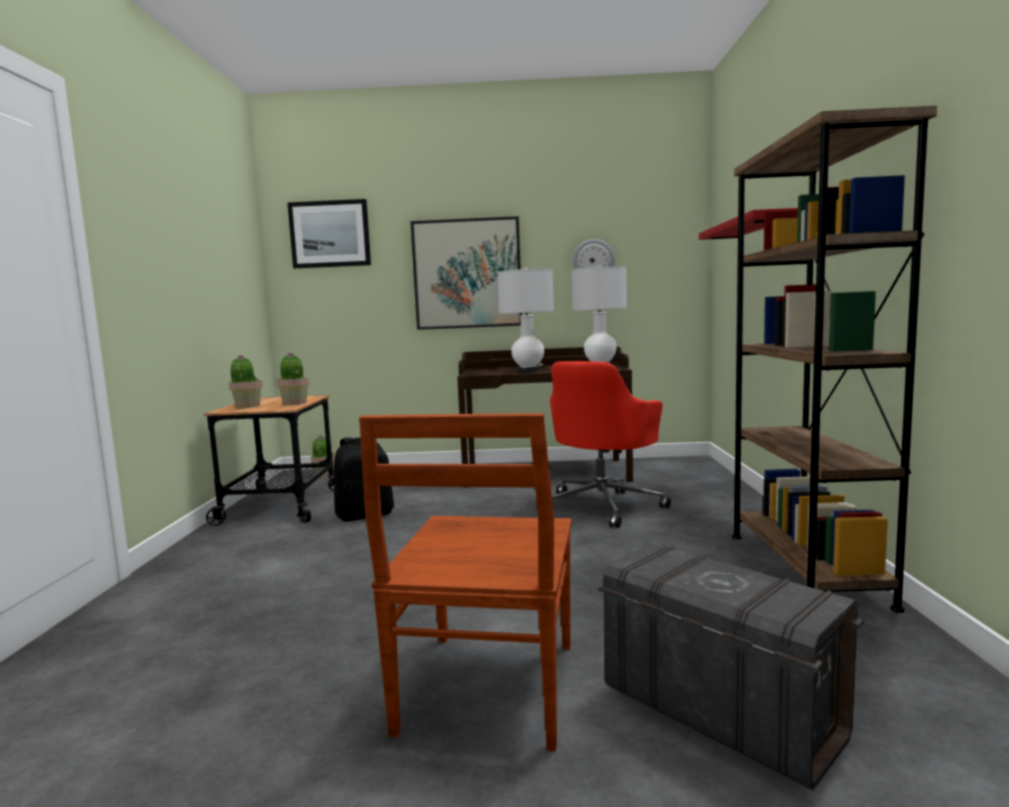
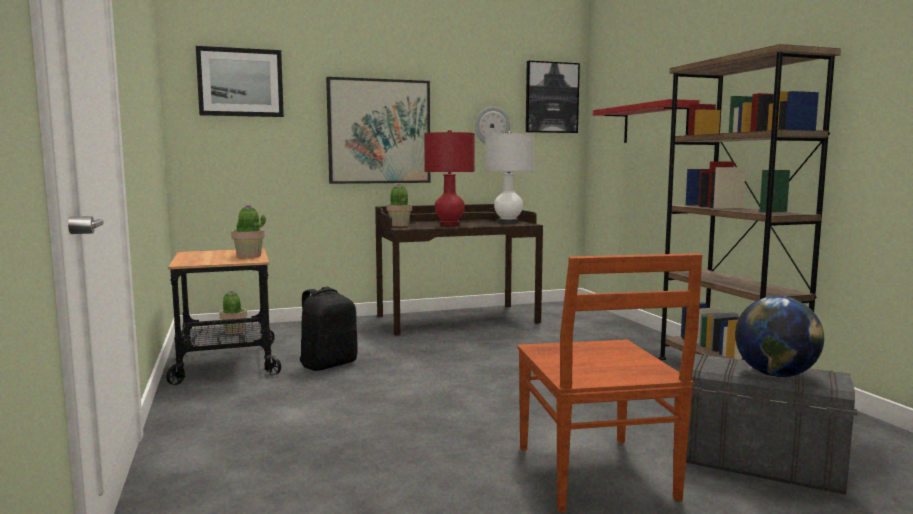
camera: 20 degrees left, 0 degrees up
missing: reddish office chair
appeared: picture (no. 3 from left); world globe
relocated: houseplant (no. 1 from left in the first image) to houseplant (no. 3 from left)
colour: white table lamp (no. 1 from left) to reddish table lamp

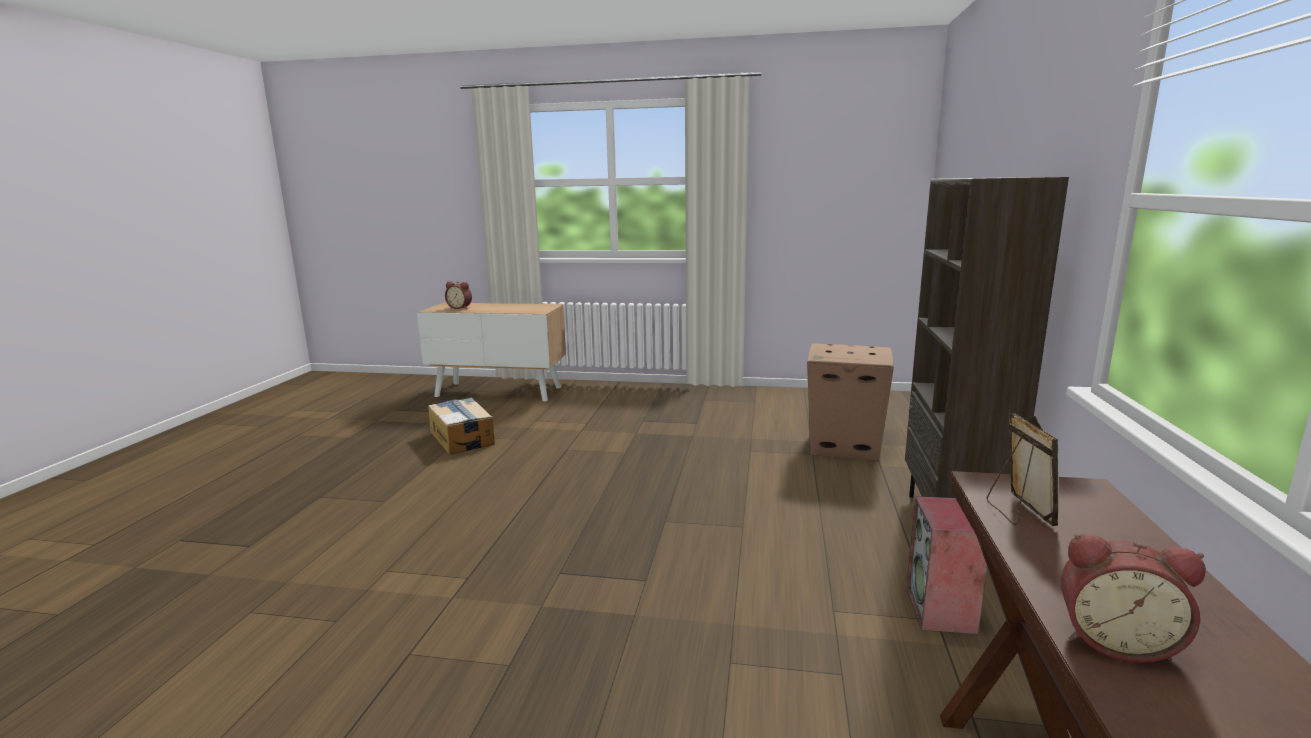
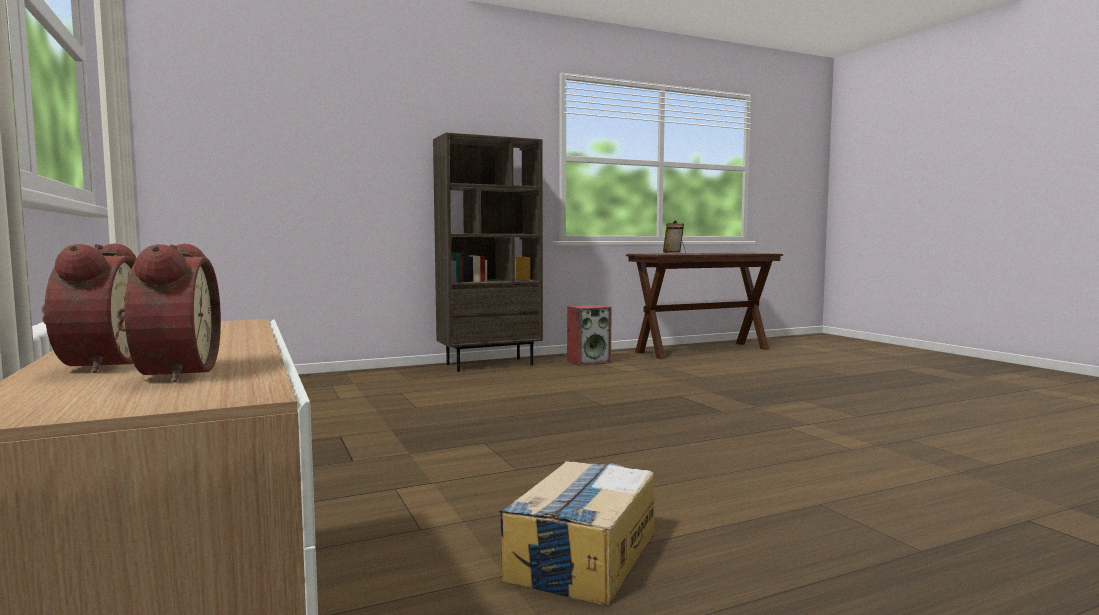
camera: 125 degrees left, 10 degrees down
missing: packing box (no. 2 from left)
relocated: alarm clock (no. 2 from left in the first image) to alarm clock (no. 1 from left)

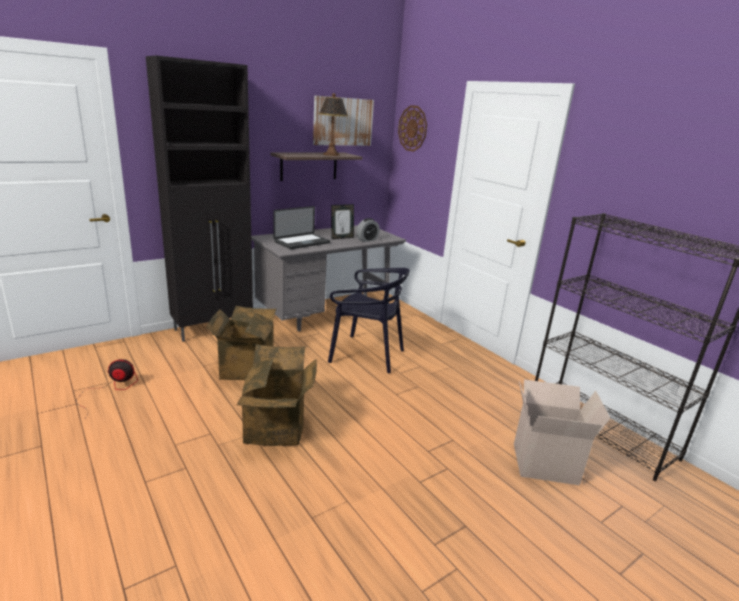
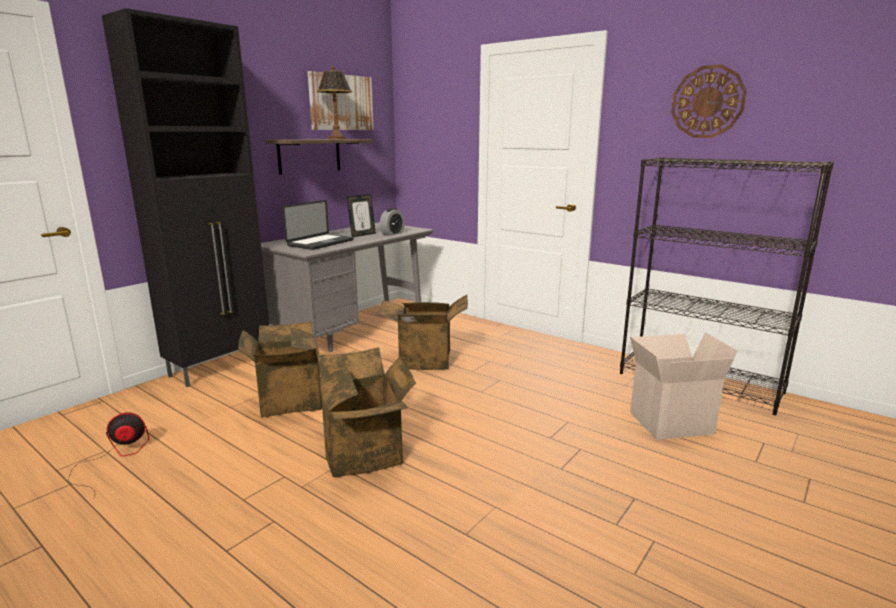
camera: 15 degrees left, 5 degrees down
relocated: hanging clock
exchanged: black plain chair to packing box (no. 3 from left)

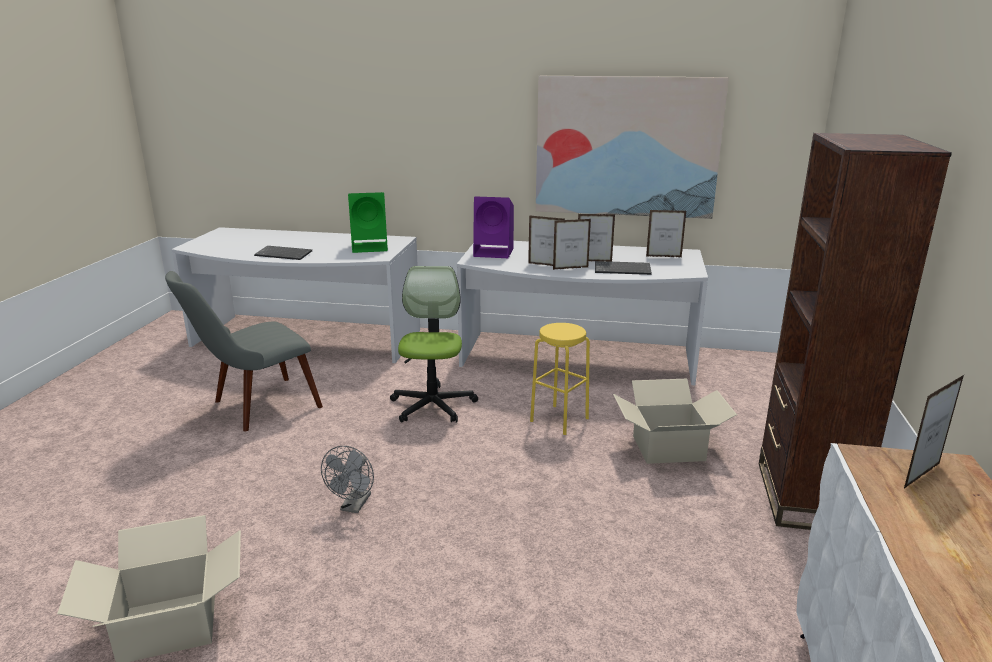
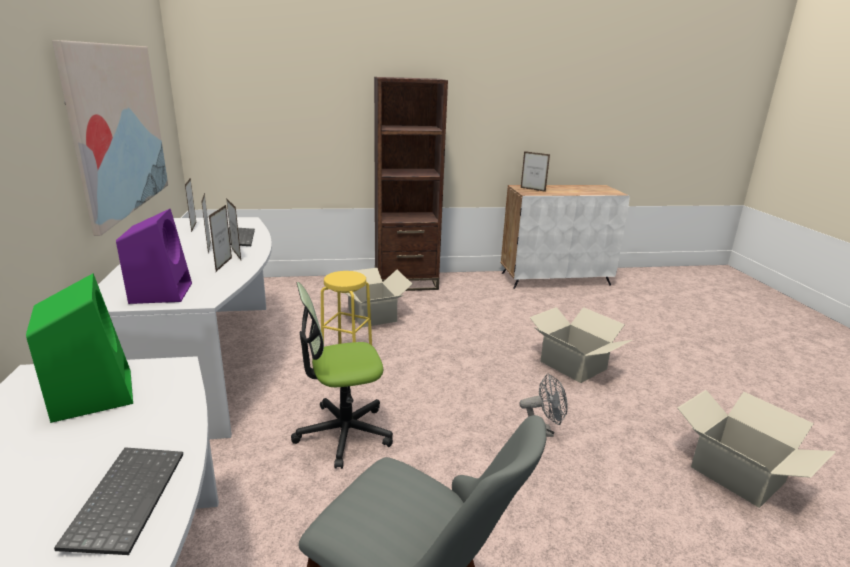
camera: 110 degrees left, 0 degrees up
appeared: packing box (no. 2 from left)

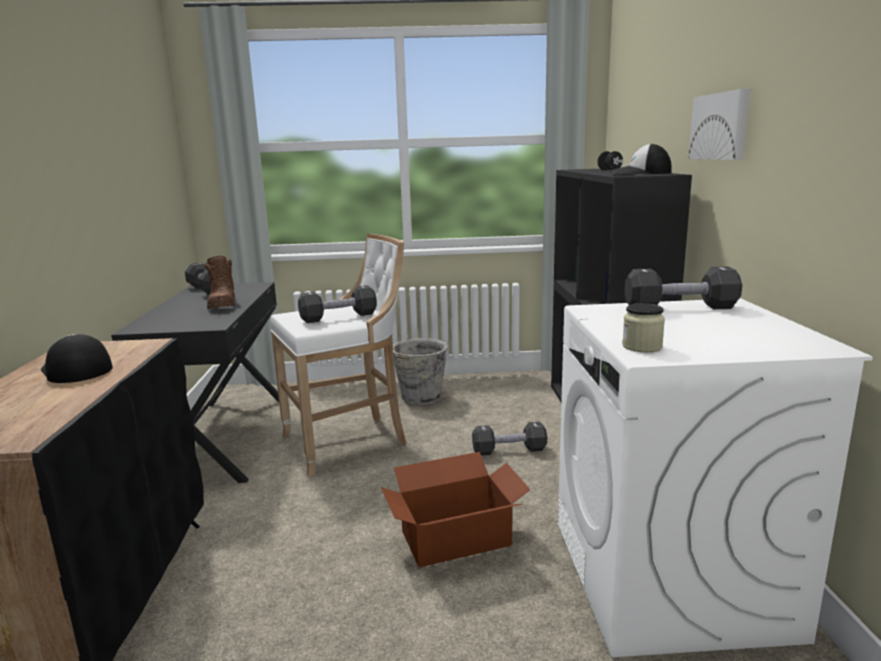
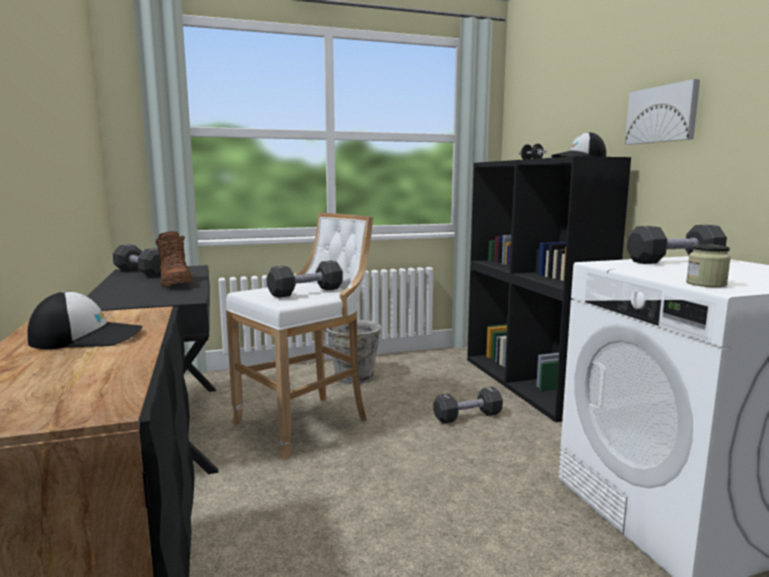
camera: 15 degrees left, 5 degrees down
missing: packing box
spun: baseball cap (no. 1 from left) 135 degrees clockwise

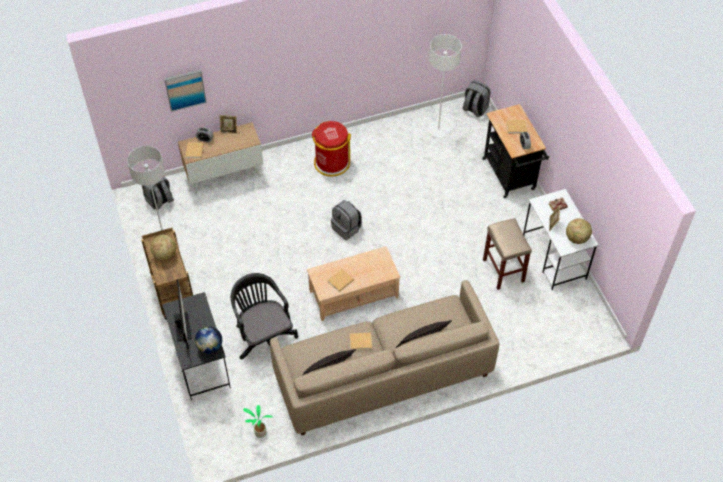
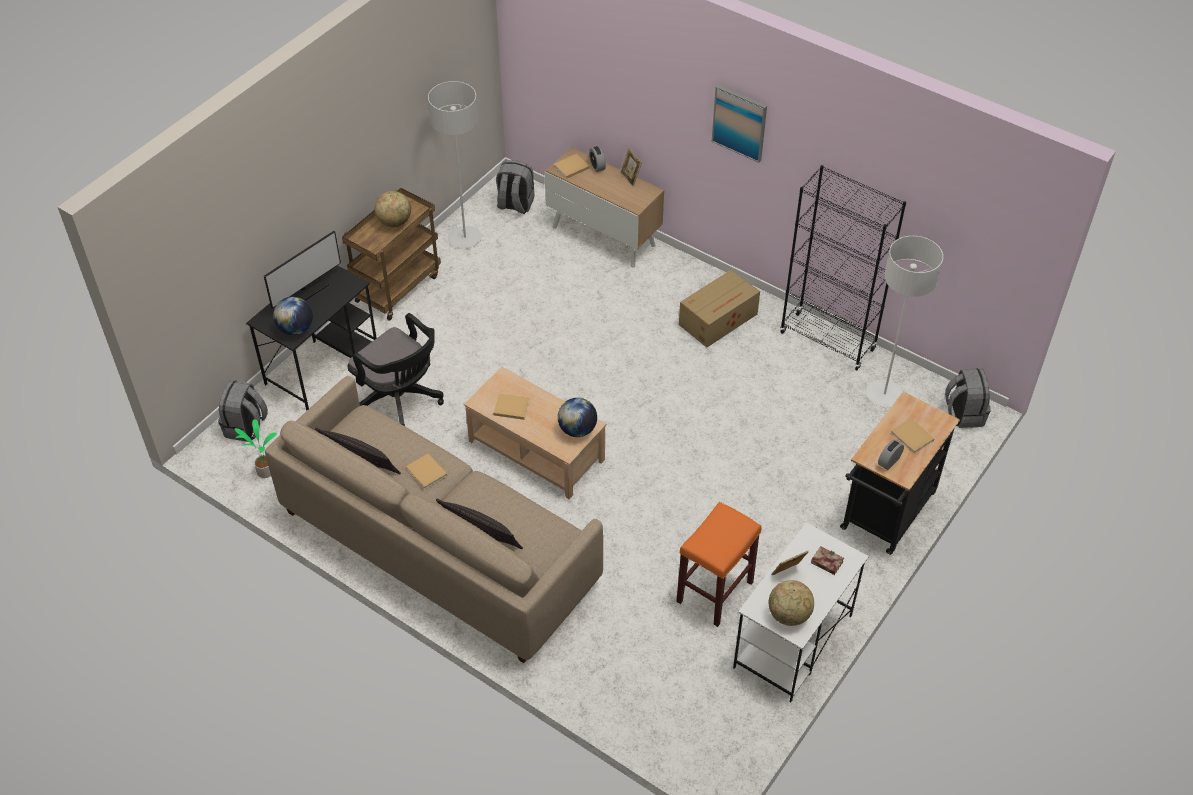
camera: 55 degrees right, 5 degrees down
appeared: world globe (no. 3 from left); black bookshelf
relocated: picture; grey rucksack (no. 2 from left in the first image) to grey rucksack (no. 1 from left)
exchanged: reddish waste bin to packing box
colour: beige sitting stool to orangey sitting stool
spun: black office chair 105 degrees clockwise

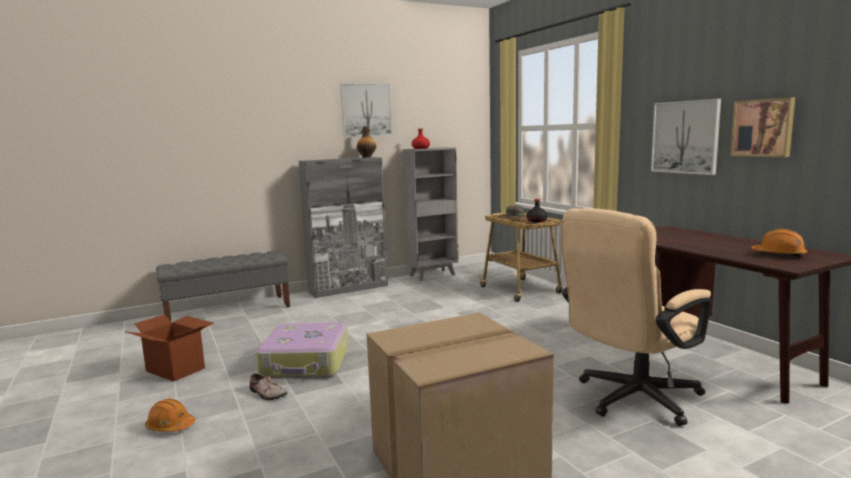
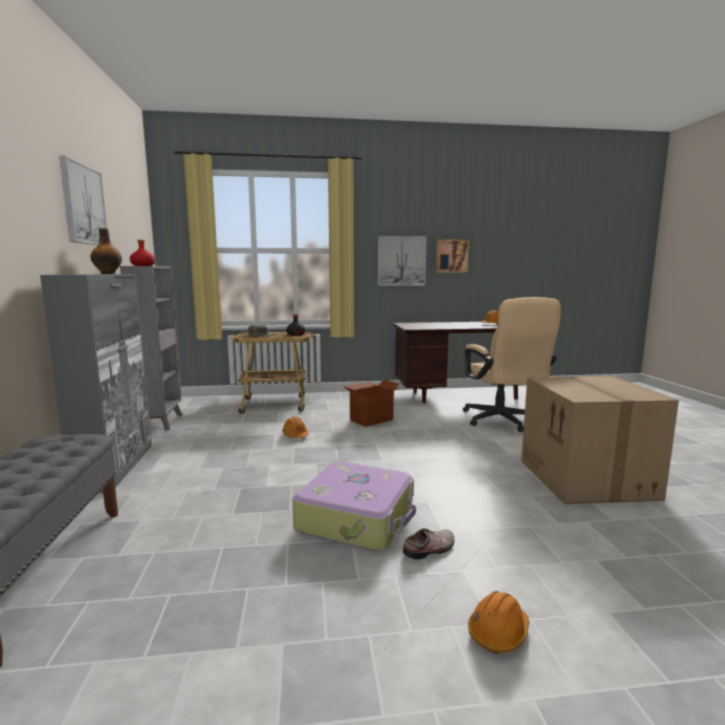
camera: 70 degrees left, 0 degrees up
appeared: orangey hard hat (no. 1 from left)
relocated: packing box (no. 1 from left)

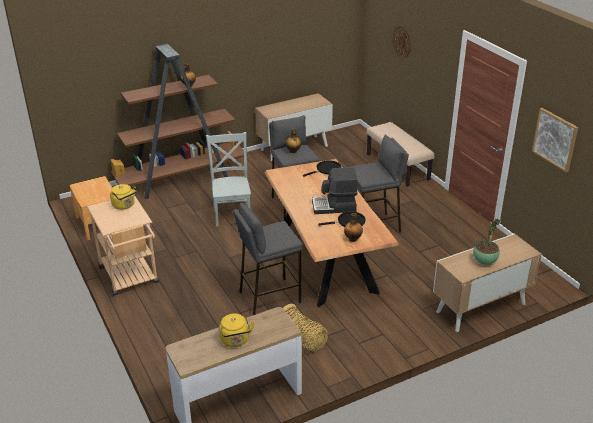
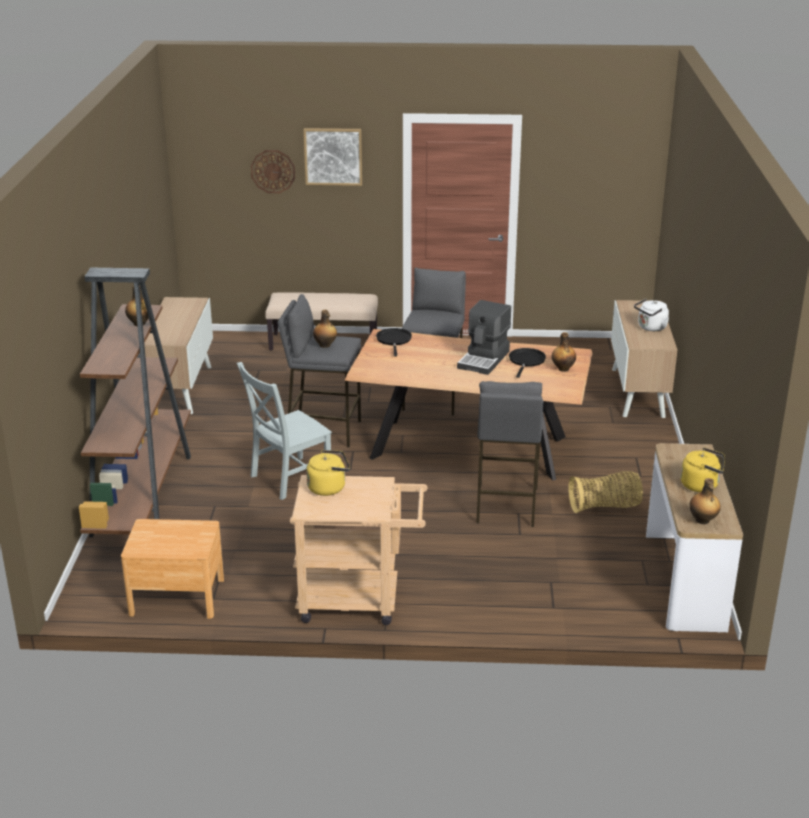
camera: 60 degrees left, 5 degrees down
appeared: bottle (no. 4 from left)
relocated: picture
exchanged: houseplant to white kettle
spun: grey plain chair 60 degrees counterclockwise

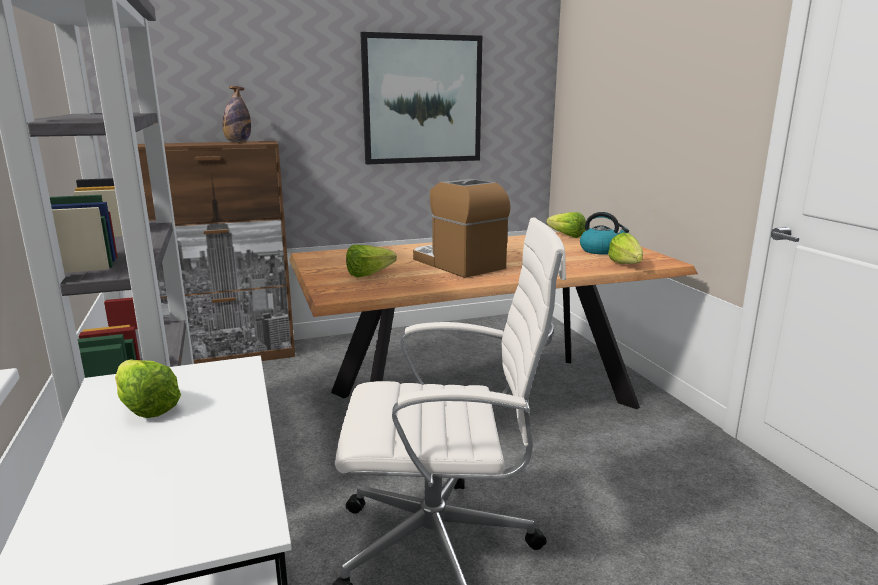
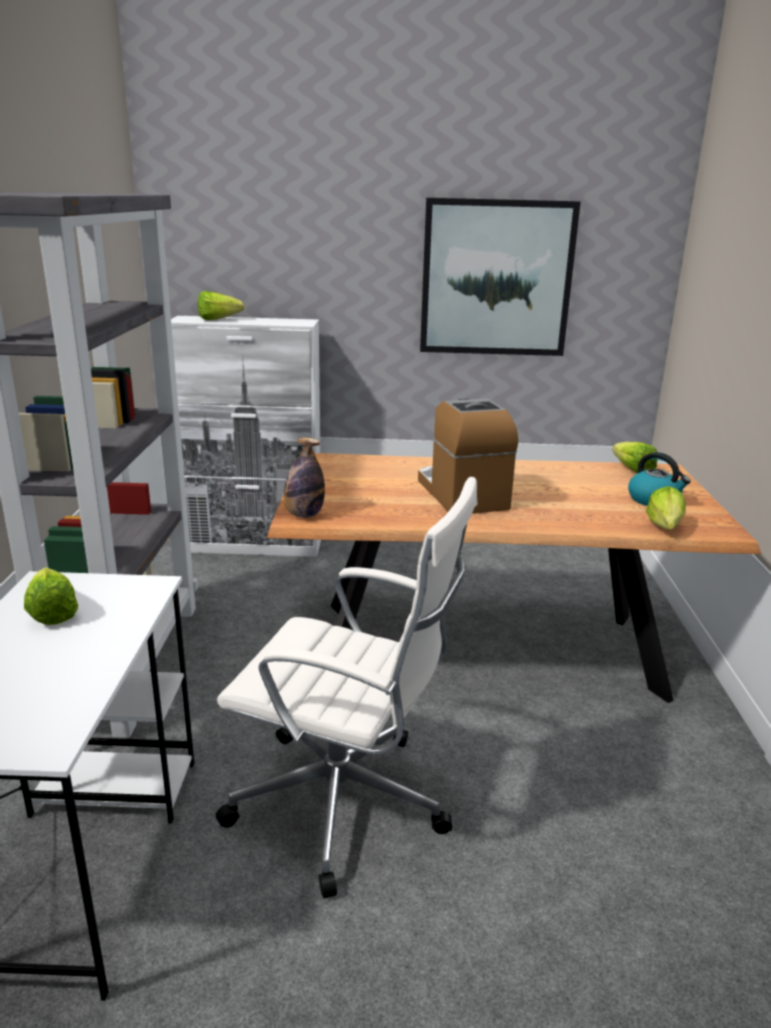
camera: 20 degrees right, 5 degrees up
relocated: bottle; head of lettuce (no. 2 from left)
colour: brown-coloured cabinet to white cabinet

